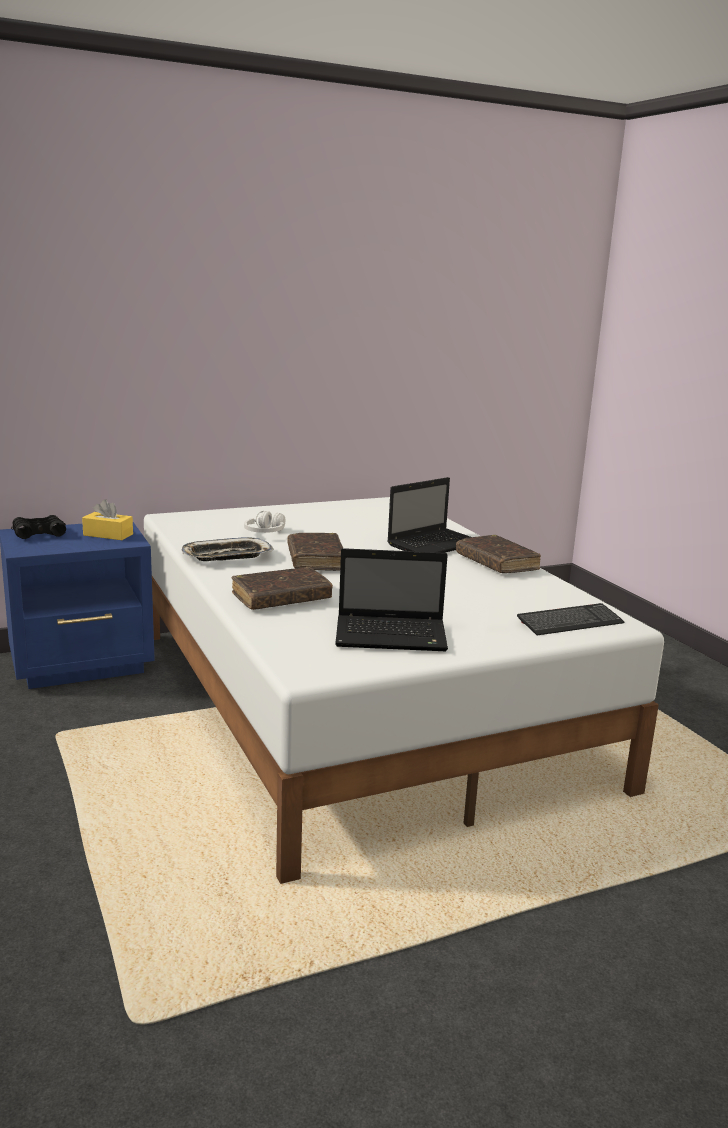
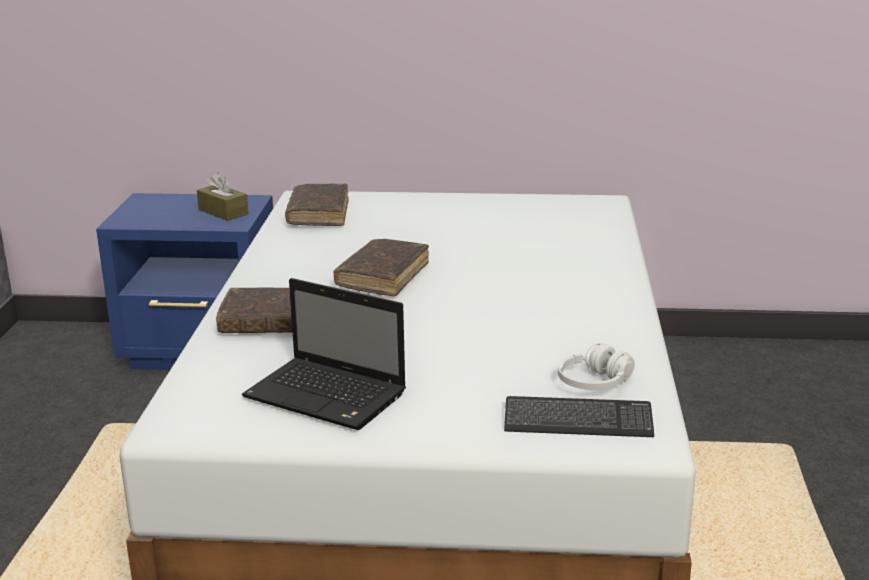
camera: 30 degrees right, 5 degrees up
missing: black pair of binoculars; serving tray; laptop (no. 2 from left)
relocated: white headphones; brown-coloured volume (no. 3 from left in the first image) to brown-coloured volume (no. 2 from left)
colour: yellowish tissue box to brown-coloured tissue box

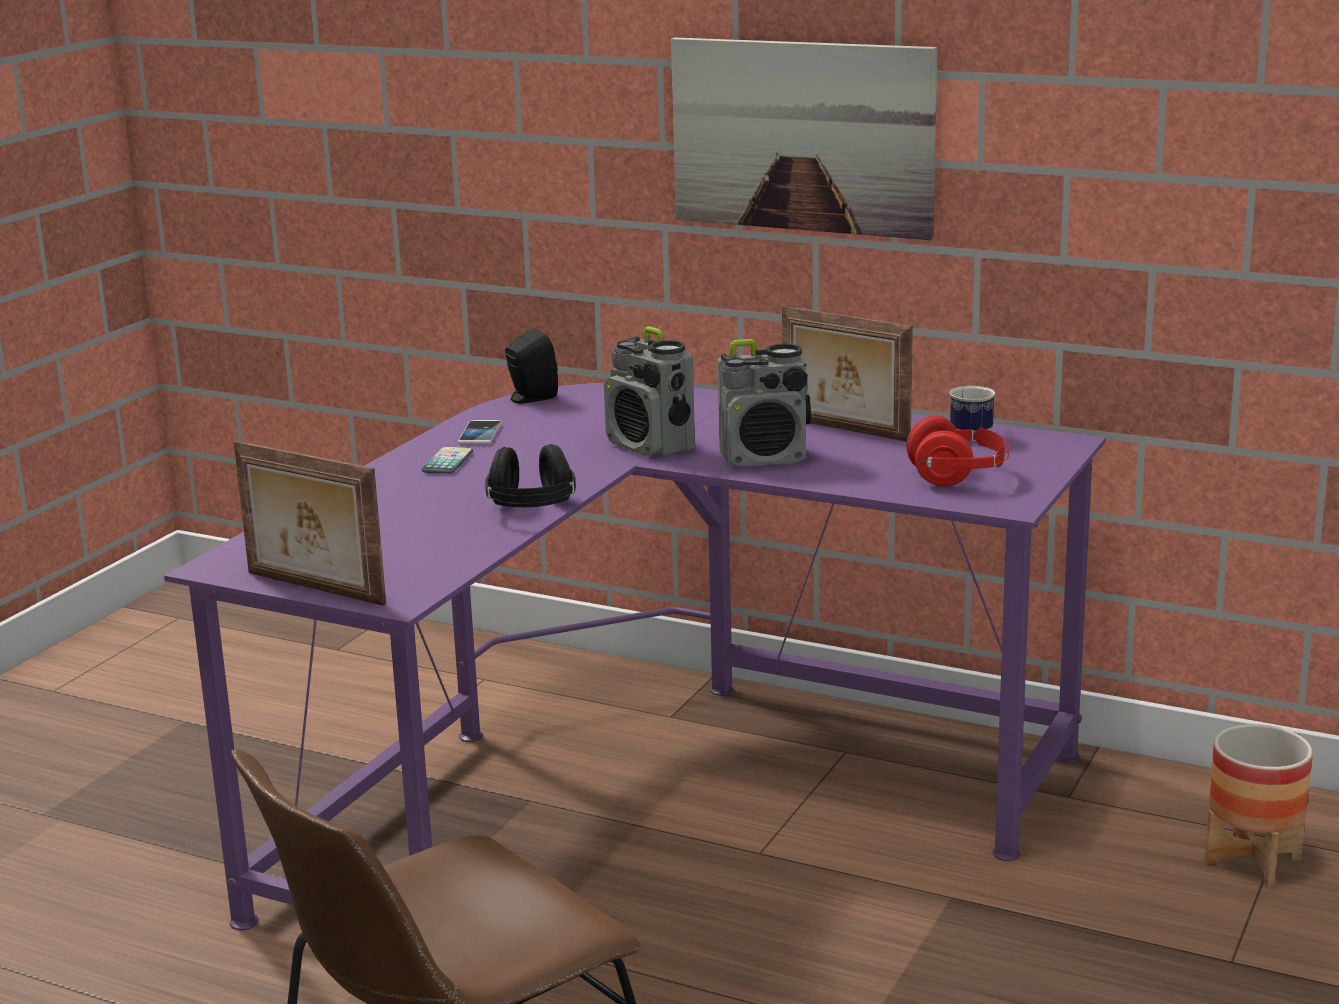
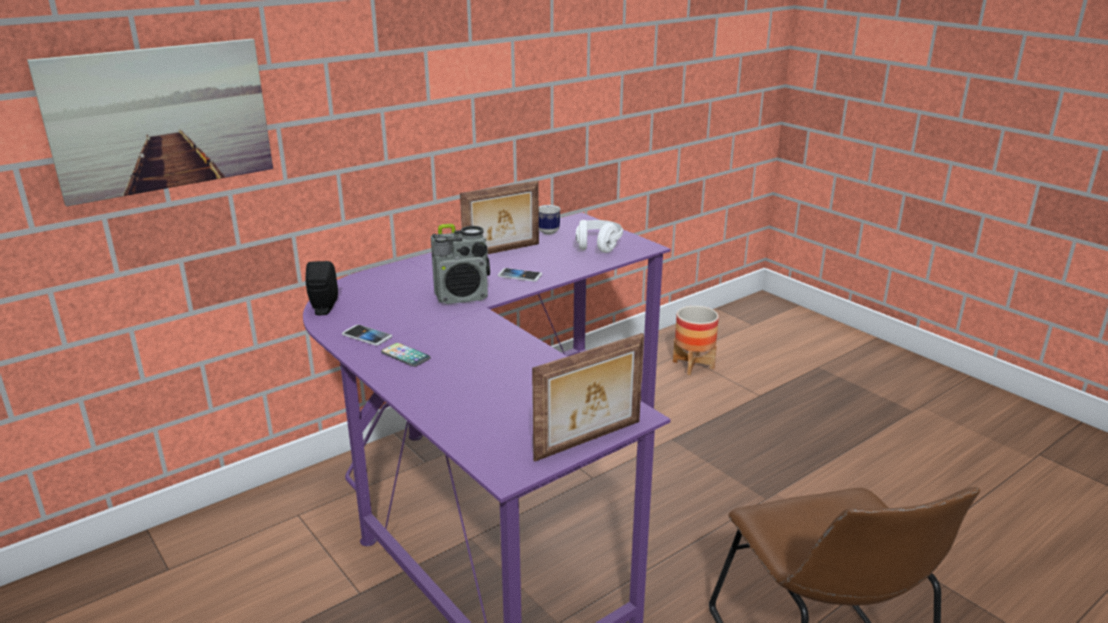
camera: 65 degrees left, 5 degrees up
missing: black headphones
relocated: picture
exchanged: radio (no. 2 from left) to telephone (no. 3 from left)
colour: reddish headphones to white headphones

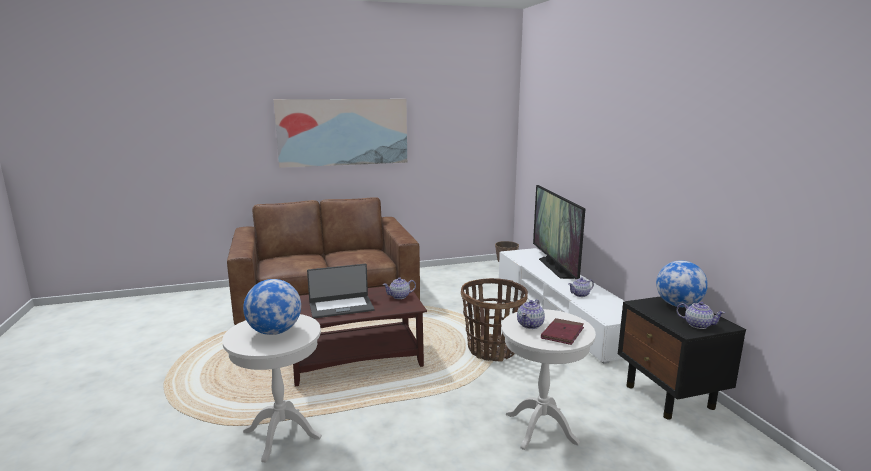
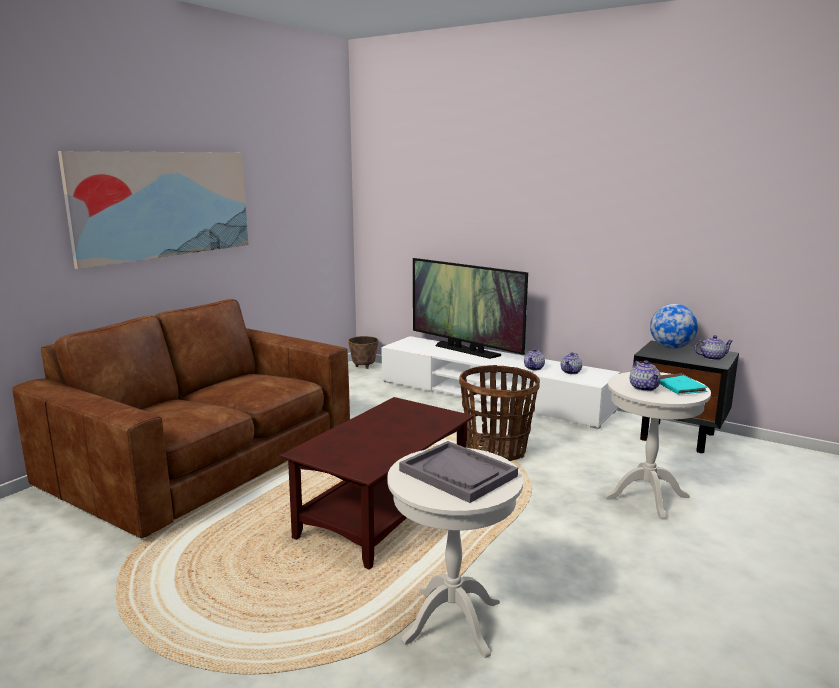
camera: 40 degrees left, 0 degrees up
missing: laptop
relocated: tea pot (no. 1 from left in the first image) to tea pot (no. 2 from left)
exchanged: world globe (no. 1 from left) to grey serving tray
colour: reddish volume to blue-green volume

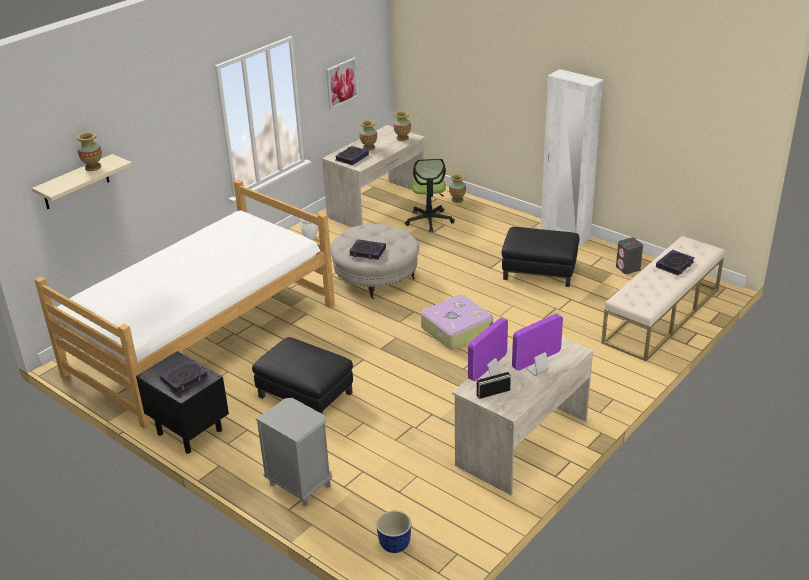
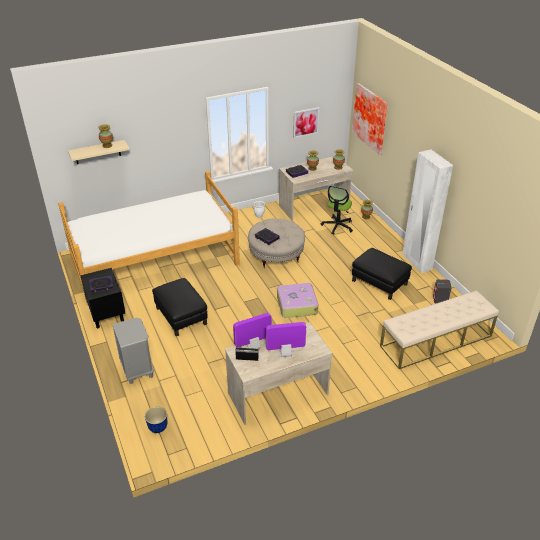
camera: 25 degrees right, 5 degrees up
missing: volume (no. 4 from left)
appeared: picture (no. 2 from left)

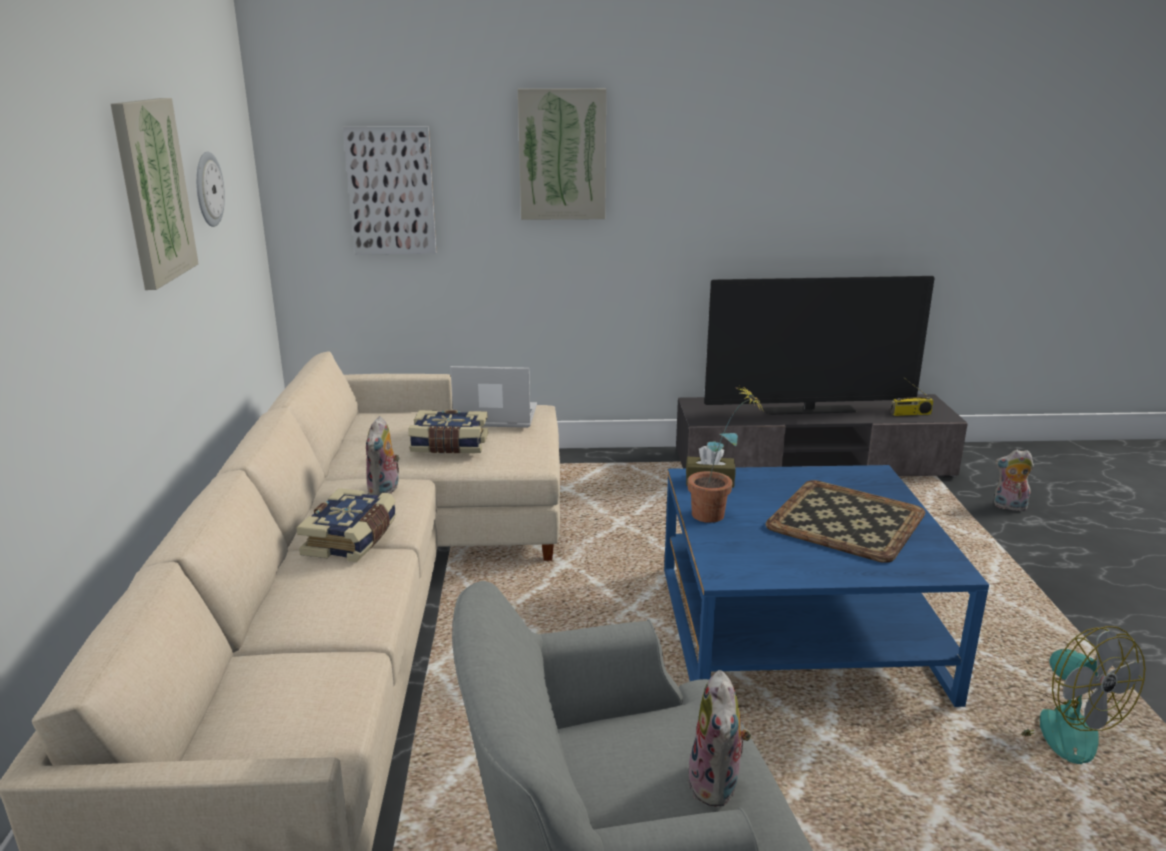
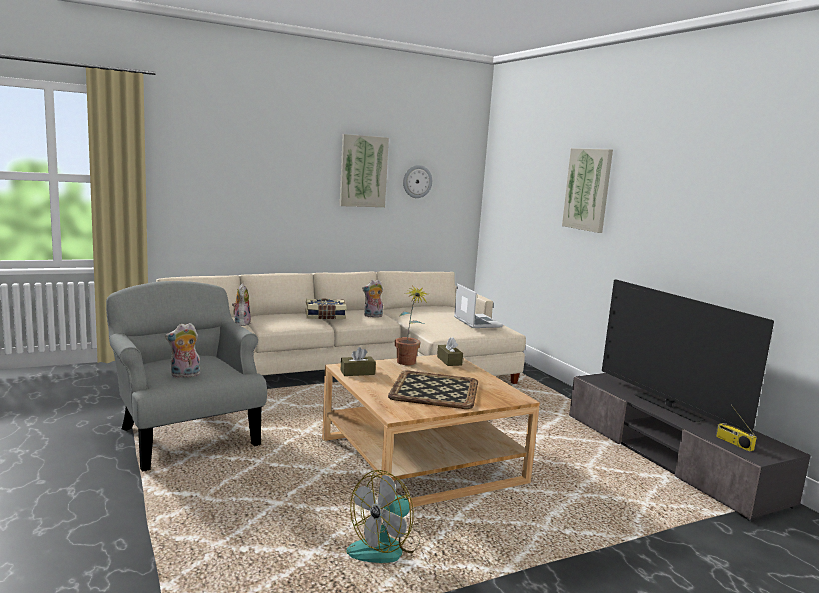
camera: 65 degrees right, 10 degrees down
missing: picture (no. 2 from left); volume (no. 2 from left)
appeared: brown-coloured tissue box (no. 1 from left)
relocated: plush toy (no. 3 from left in the first image) to plush toy (no. 2 from left)
colour: blue-coloured coffee table to beige coffee table

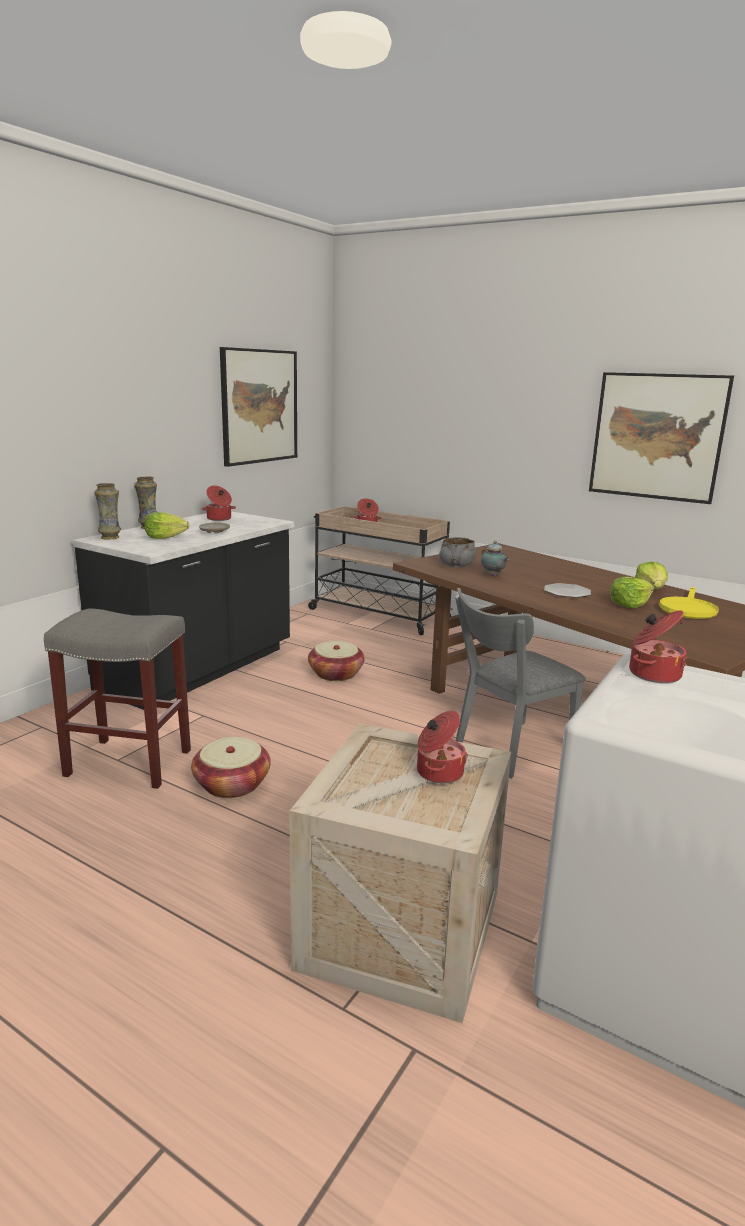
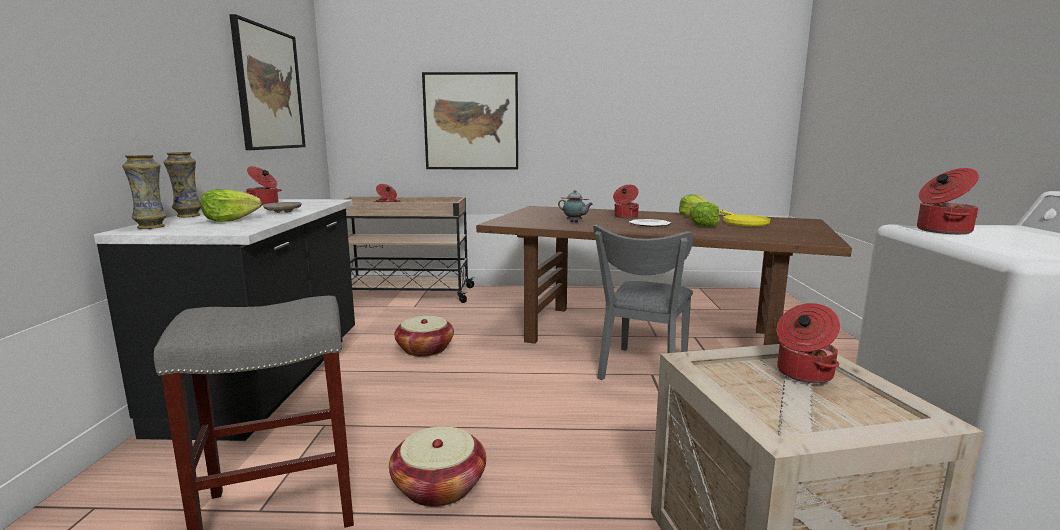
camera: 30 degrees left, 5 degrees down
missing: grey bowl
appeared: cooking pot (no. 3 from left)
relocated: picture (no. 2 from left)

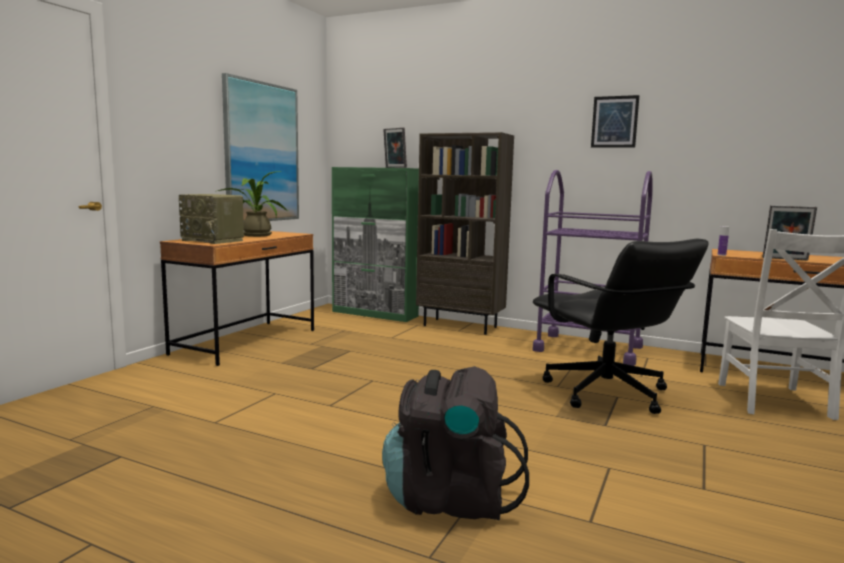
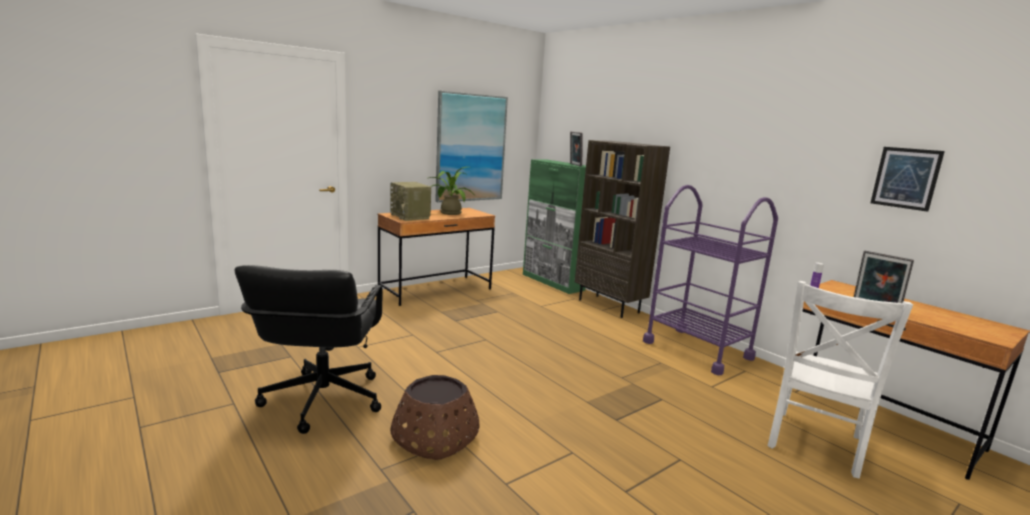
camera: 25 degrees right, 5 degrees up
relocated: black office chair; picture (no. 2 from left)
exchanged: black rucksack to brown-coloured plant pot

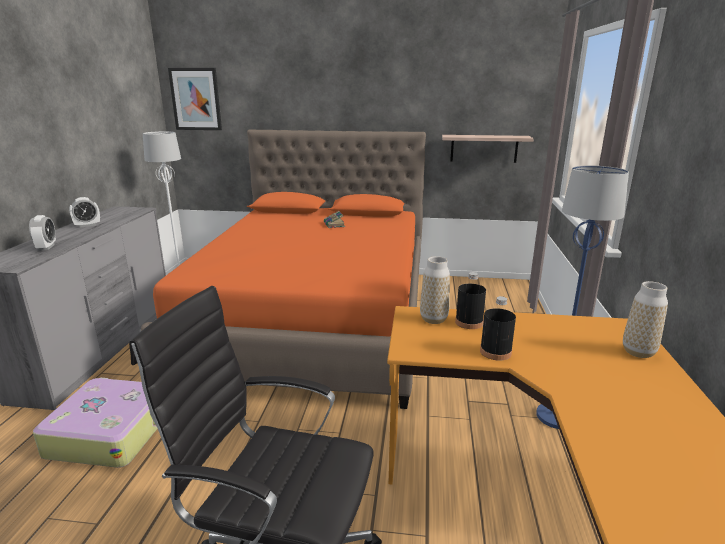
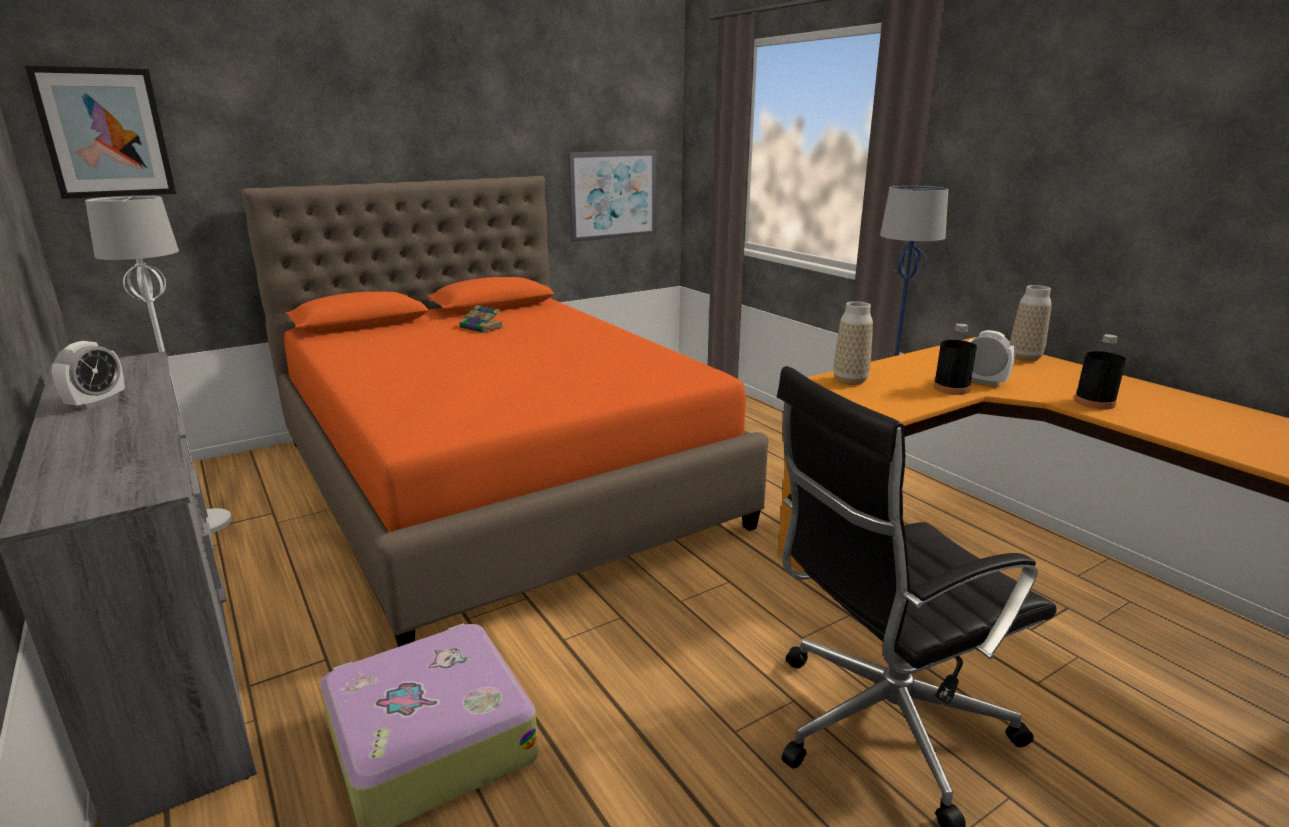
camera: 40 degrees left, 0 degrees up
relocated: alarm clock (no. 1 from left in the first image) to alarm clock (no. 2 from left); black bottle (no. 1 from left in the first image) to black bottle (no. 2 from left)
exchanged: shelf to picture (no. 2 from left)

